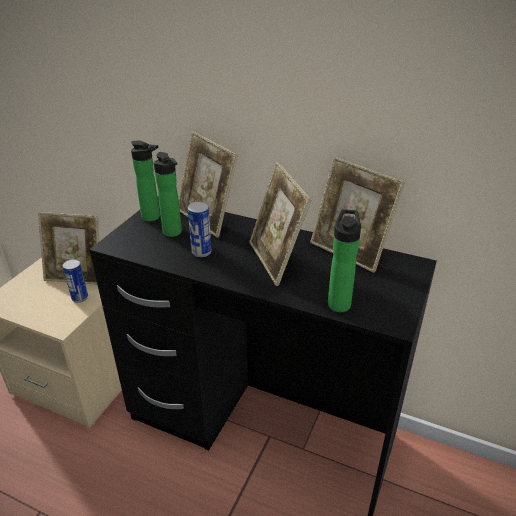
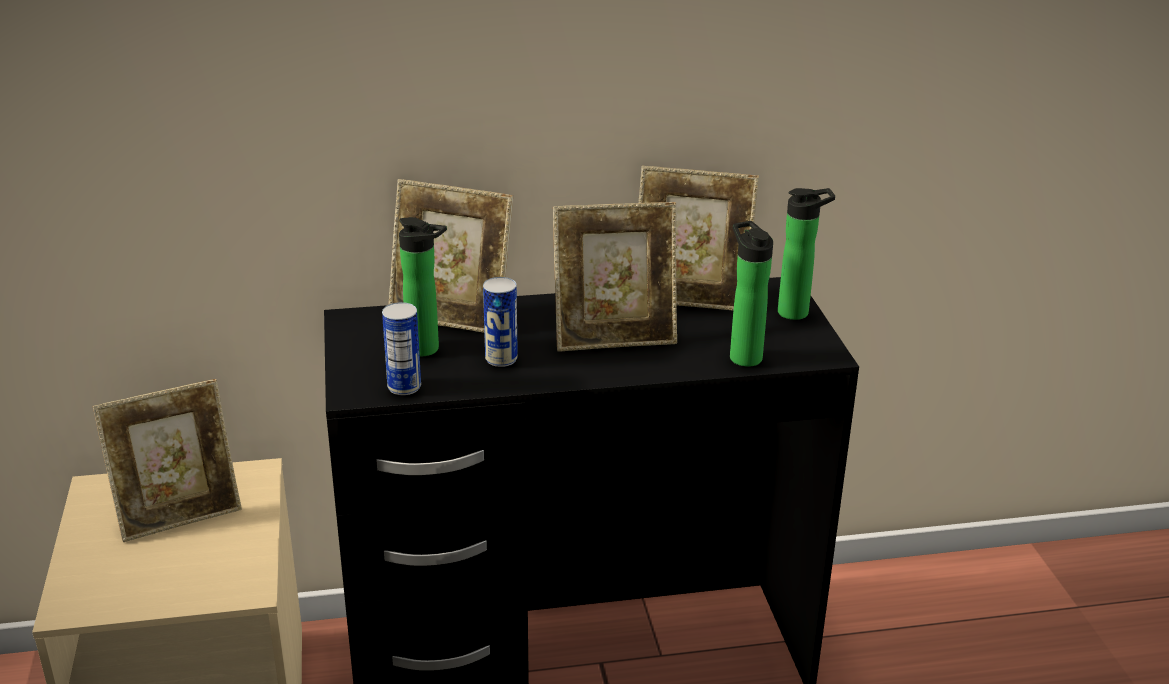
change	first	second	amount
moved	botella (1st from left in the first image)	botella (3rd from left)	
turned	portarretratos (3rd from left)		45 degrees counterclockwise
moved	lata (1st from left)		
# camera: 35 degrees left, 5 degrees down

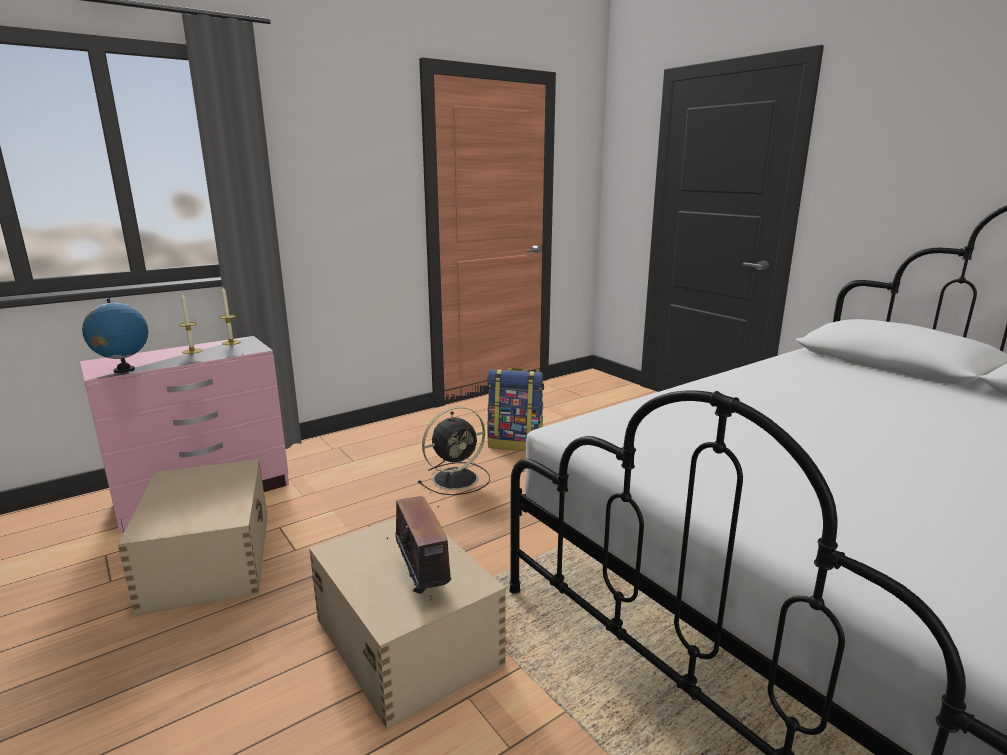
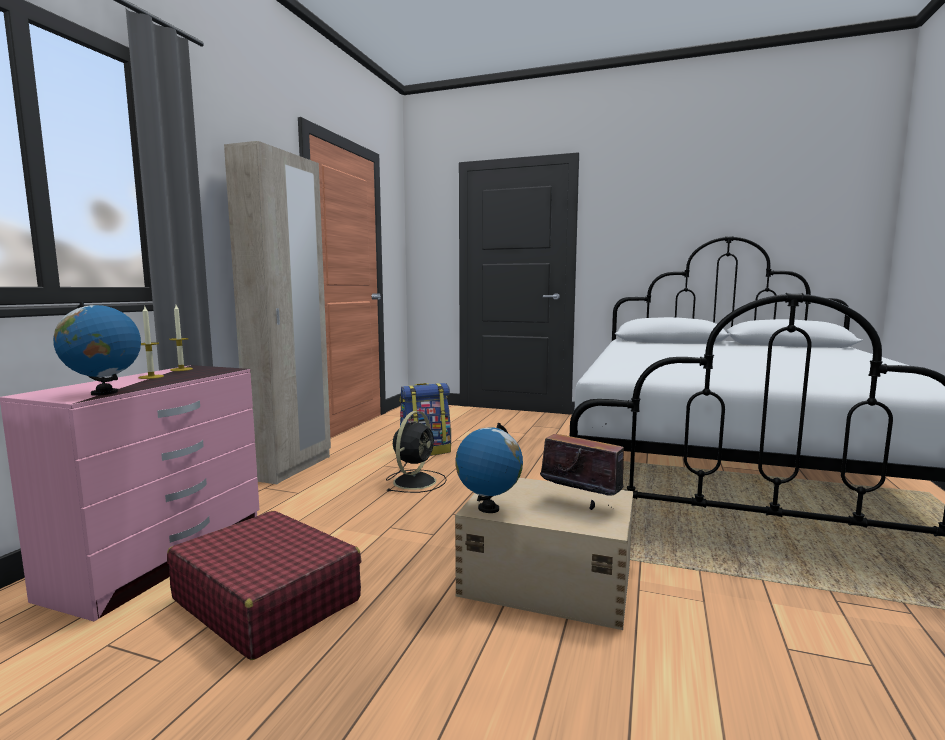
change	first	second	amount
replaced	caja de almacenaje/beis (1st from left)	maleta/rojo	
added		armario ropero/beis	
added		globo terráqueo (2nd from left)	
# camera: 35 degrees left, 10 degrees down

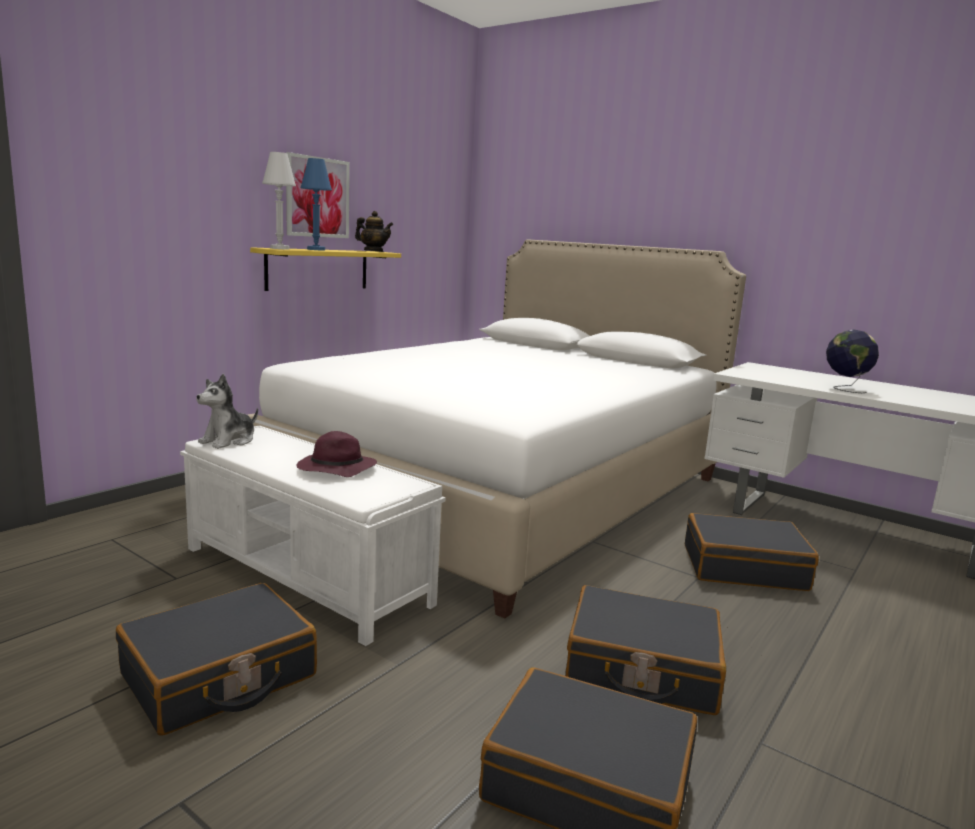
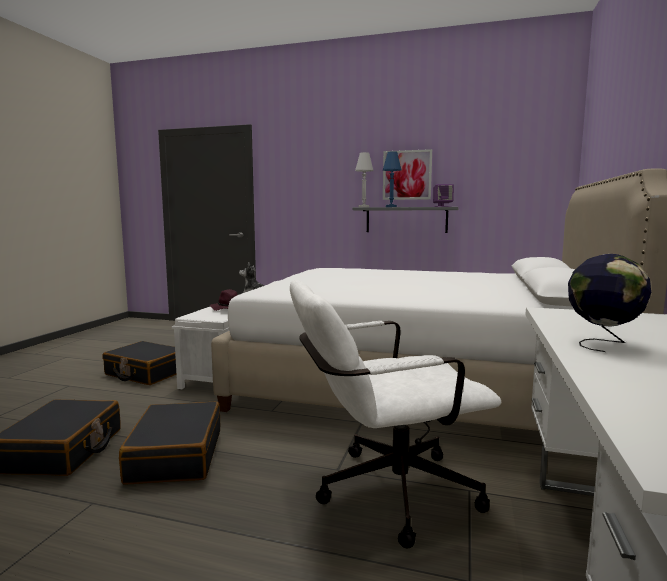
change	first	second	amount
replaced	tetera	altavoz/morado	
recoloured	estante/amarillo	estante/gris	
replaced	maleta/negro (4th from left)	silla de oficina/blanco	
# camera: 70 degrees right, 5 degrees down

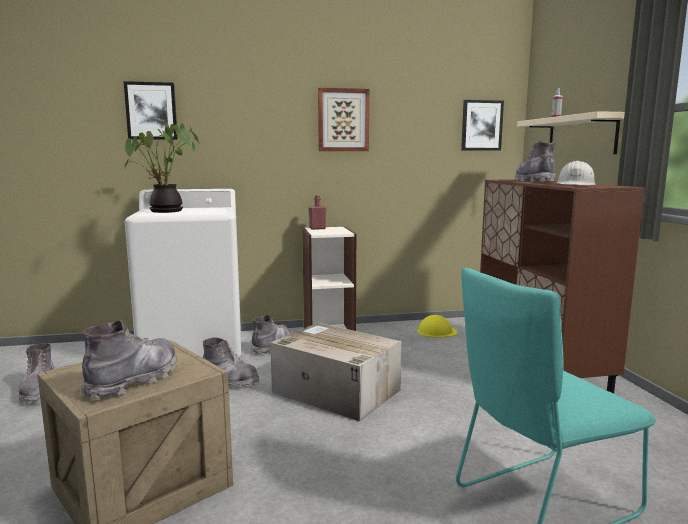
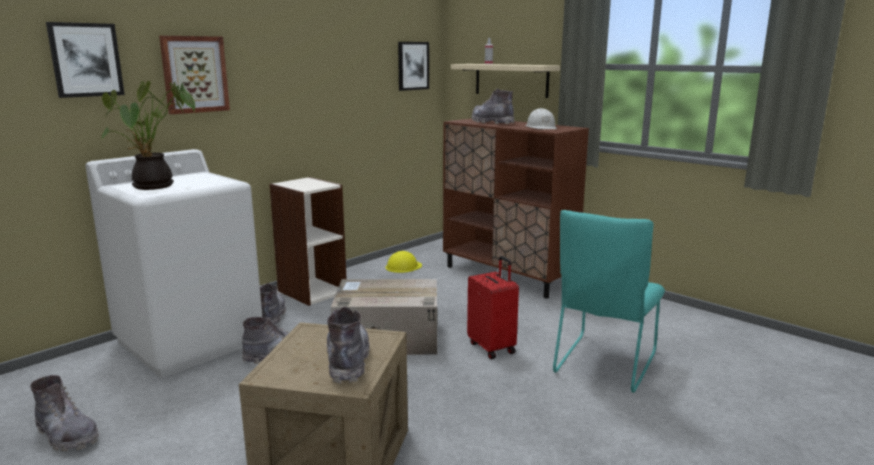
change	first	second	amount
moved	cuadro (2nd from left)		
removed	botella/rojo		
added		maleta/rojo	
# camera: 35 degrees left, 5 degrees up

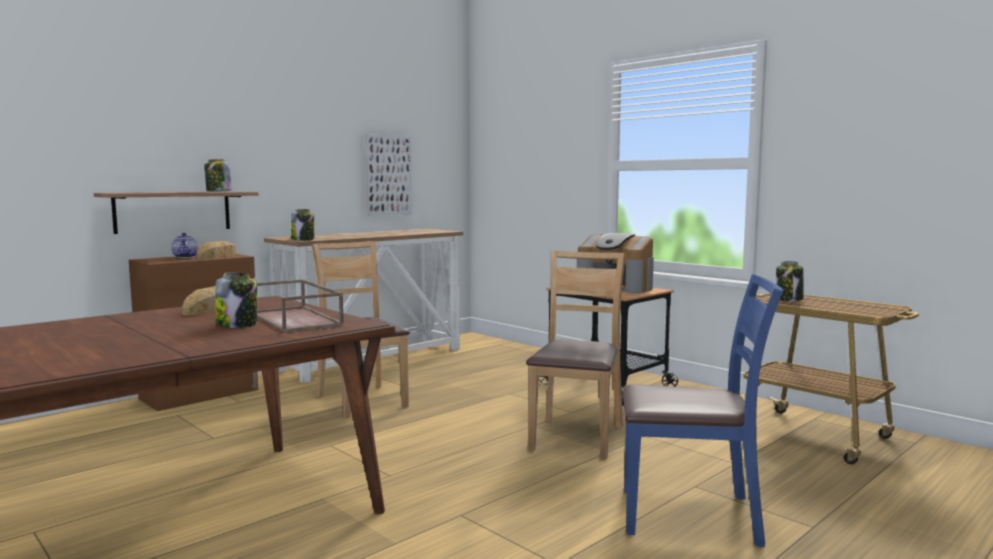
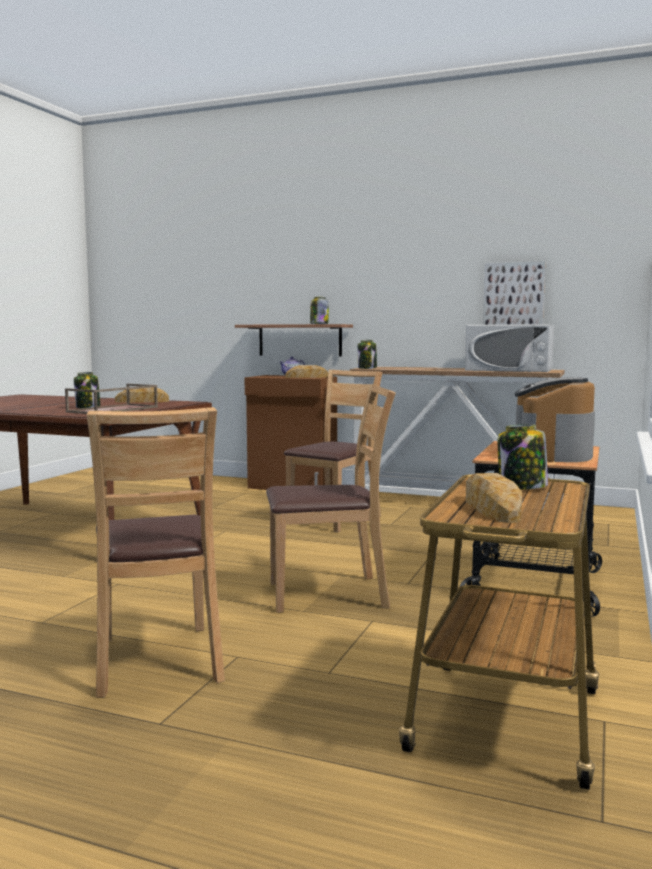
change	first	second	amount
recoloured	silla/azul	silla/marrón (1st from left)	
added		microondas/blanco	
added		pan (3rd from left)	
# camera: 65 degrees right, 0 degrees up

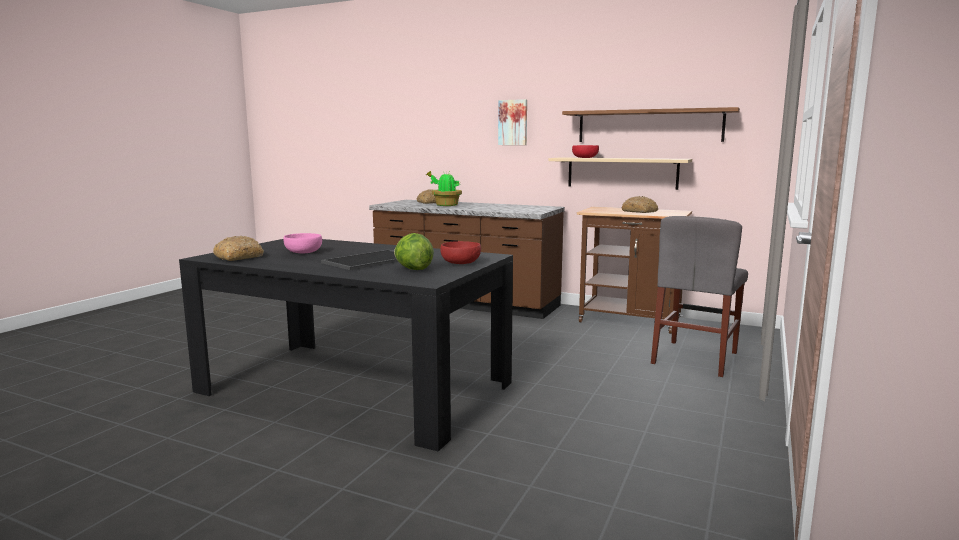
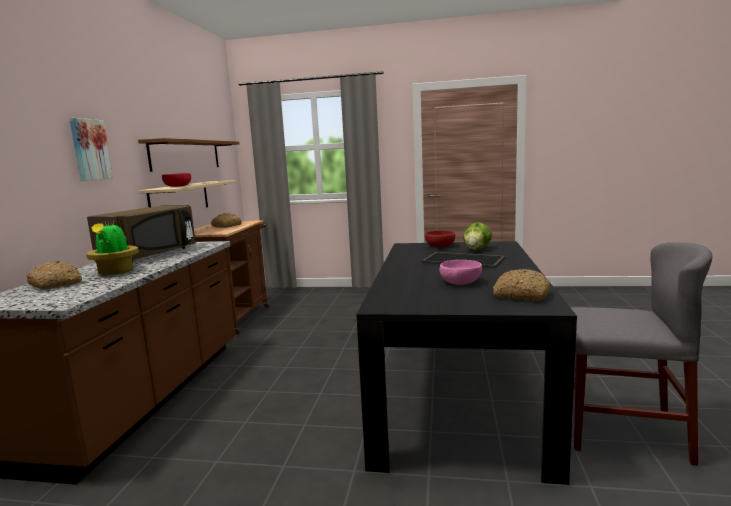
change	first	second	amount
moved	silla/gris		
added		microondas/marrón	
# camera: 105 degrees left, 0 degrees up

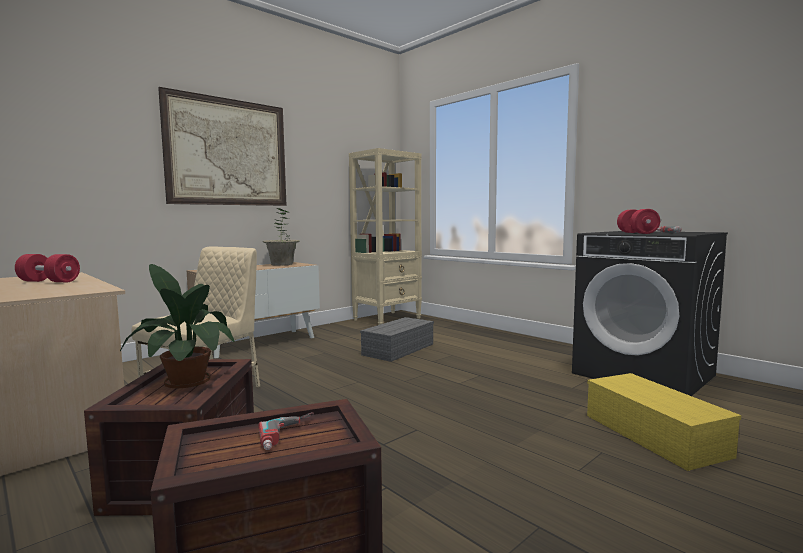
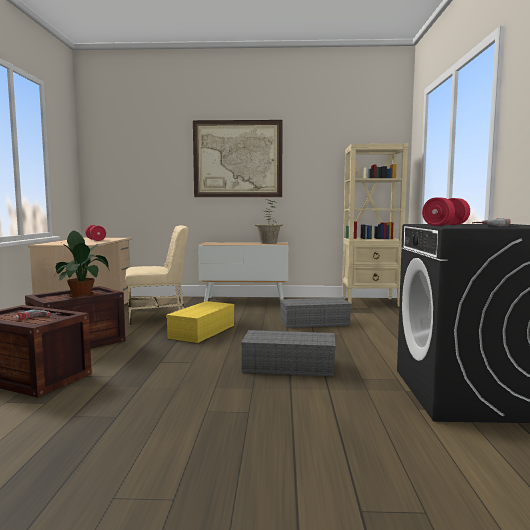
change	first	second	amount
moved	caja de almacenaje/amarillo		
added		caja de almacenaje/gris (1st from left)	
# camera: 45 degrees right, 0 degrees up

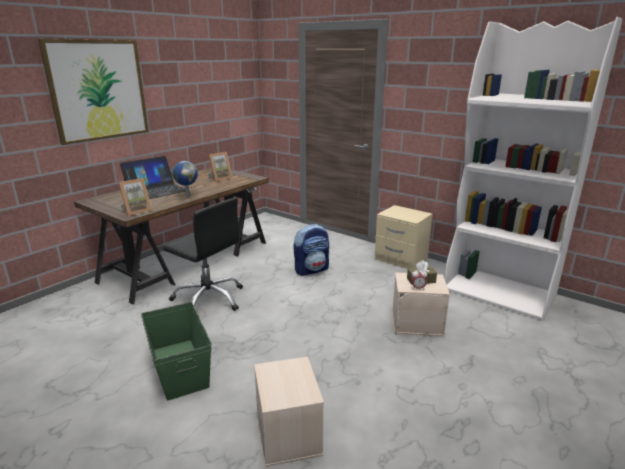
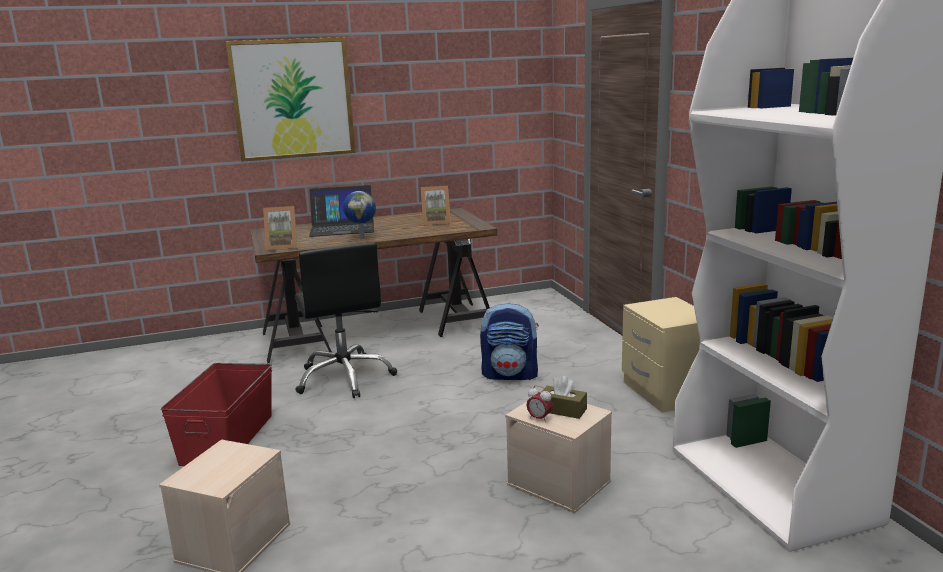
change	first	second	amount
recoloured	caja de almacenaje/verde	caja de almacenaje/rojo	
# camera: 35 degrees right, 5 degrees down

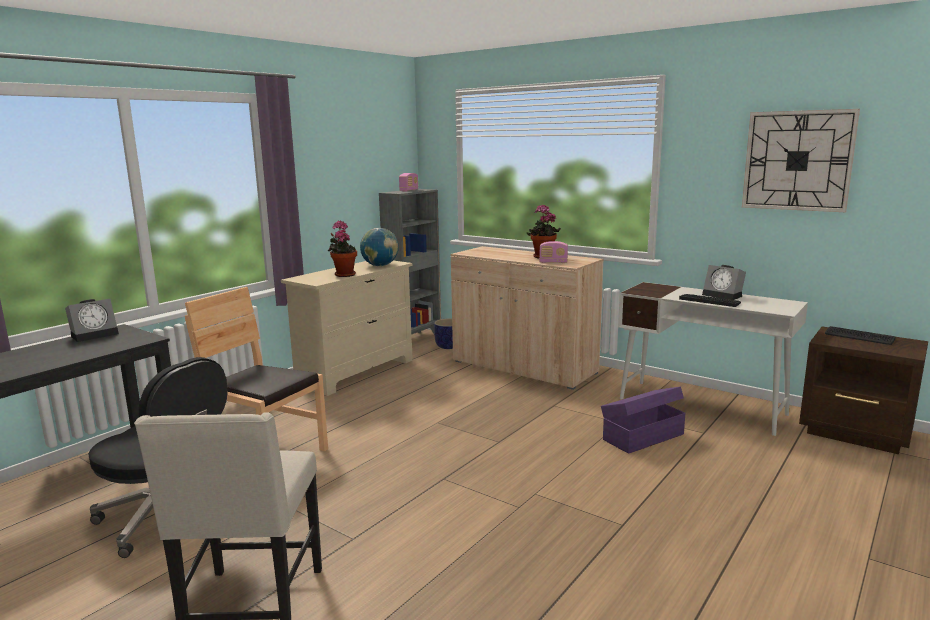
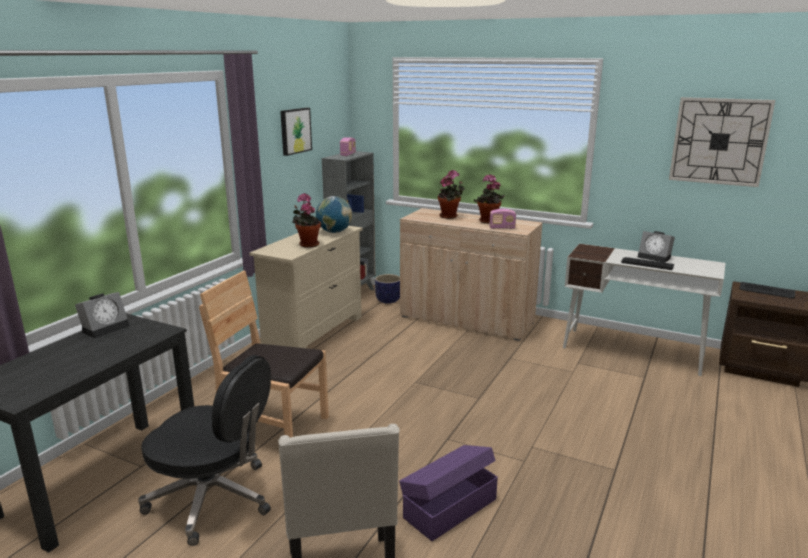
change	first	second	amount
moved	caja de almacenaje/morado		
added		cuadro	
added		planta en maceta (2nd from left)	
# camera: 10 degrees left, 5 degrees up

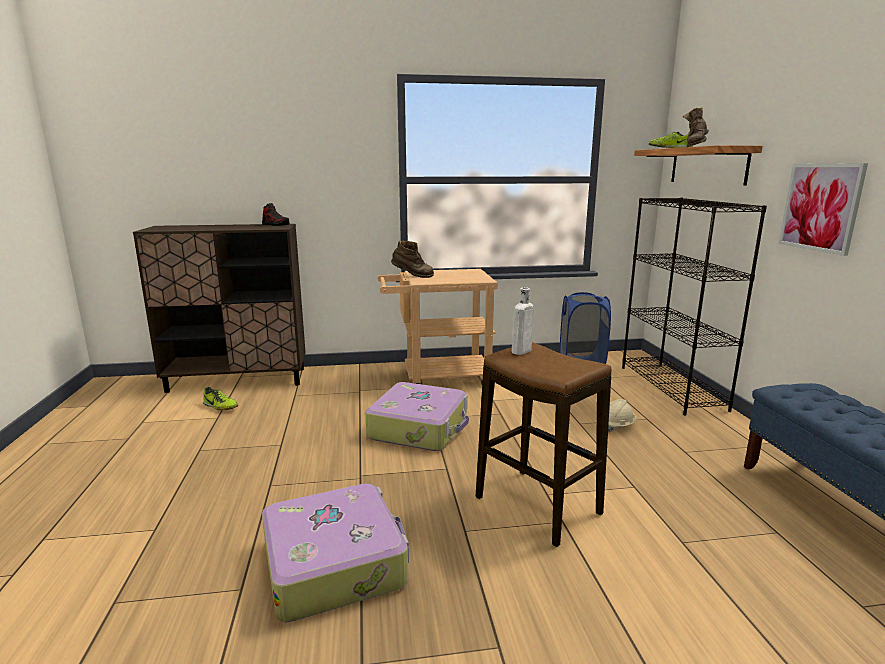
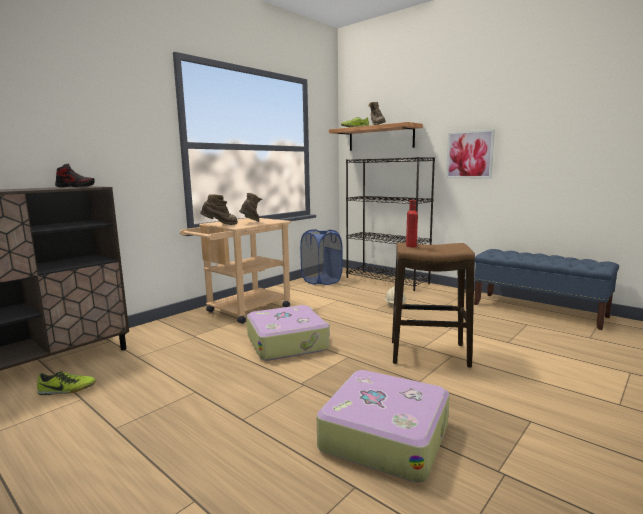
change	first	second	amount
recoloured	botella/blanco	botella/rojo	
added		bota/marrón (2nd from left)	
# camera: 40 degrees left, 5 degrees down

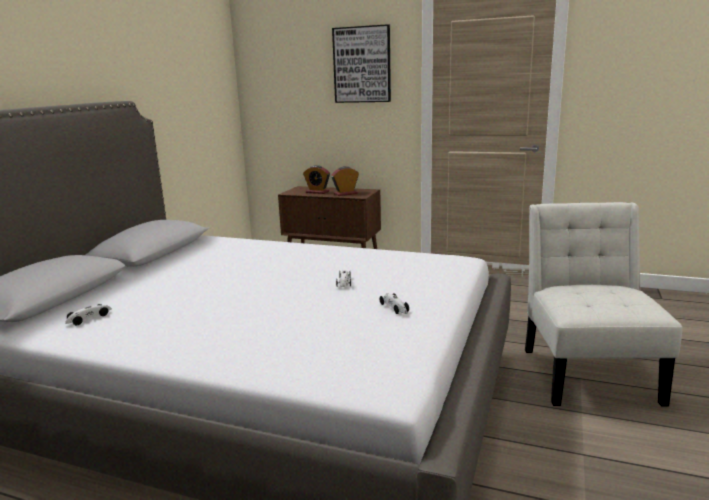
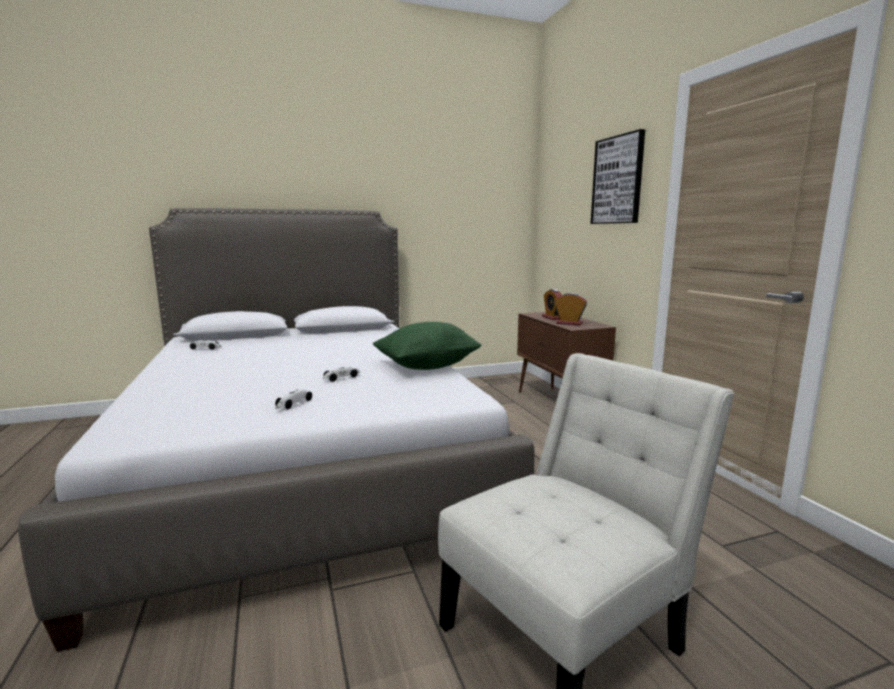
change	first	second	amount
added		cojín/verde	
# camera: 50 degrees right, 5 degrees down

